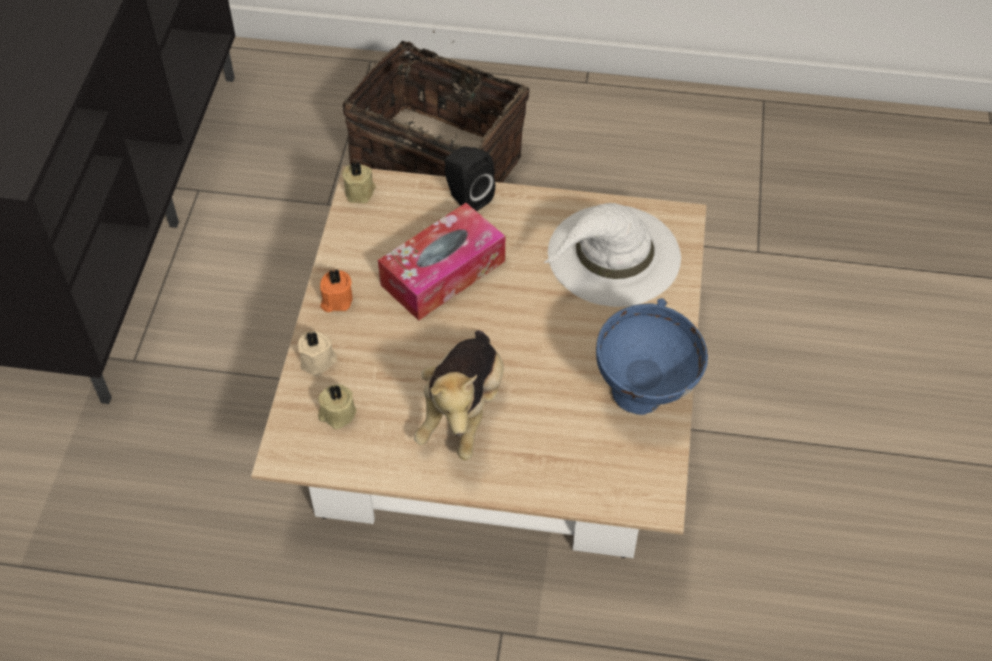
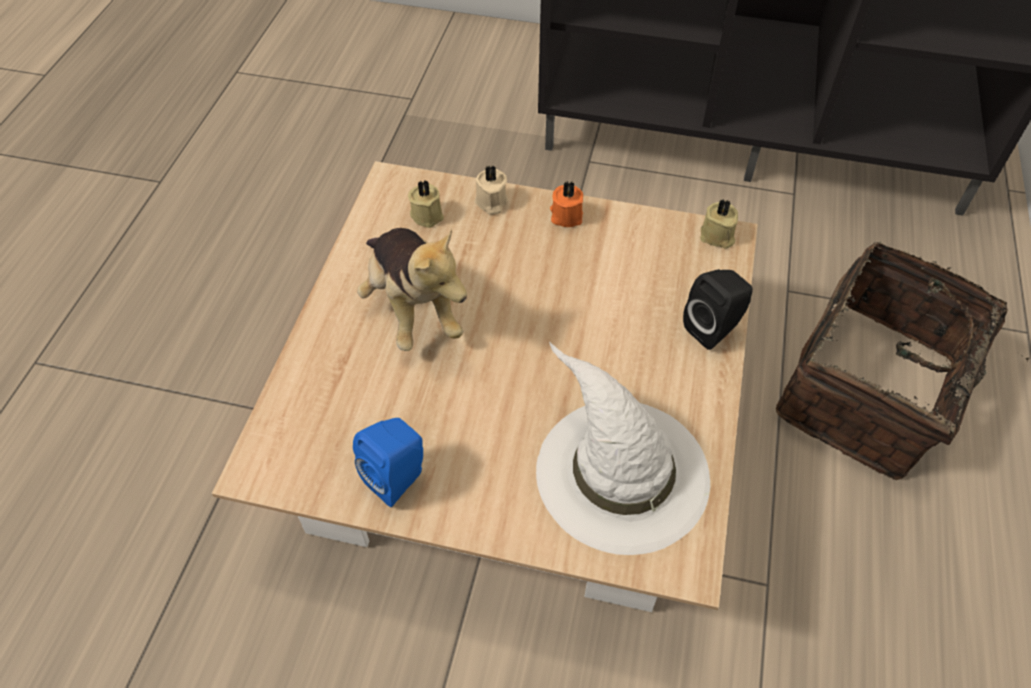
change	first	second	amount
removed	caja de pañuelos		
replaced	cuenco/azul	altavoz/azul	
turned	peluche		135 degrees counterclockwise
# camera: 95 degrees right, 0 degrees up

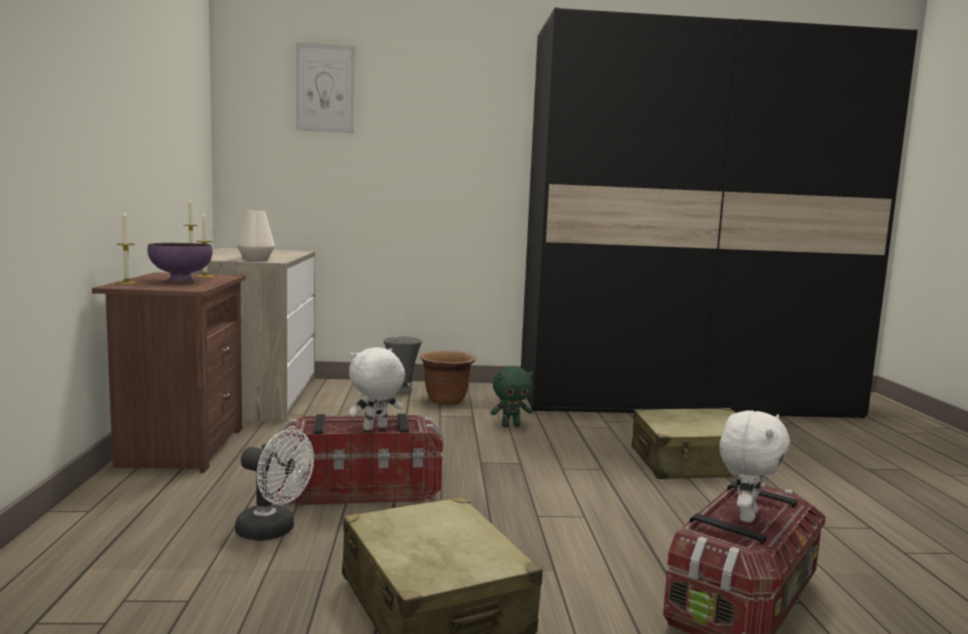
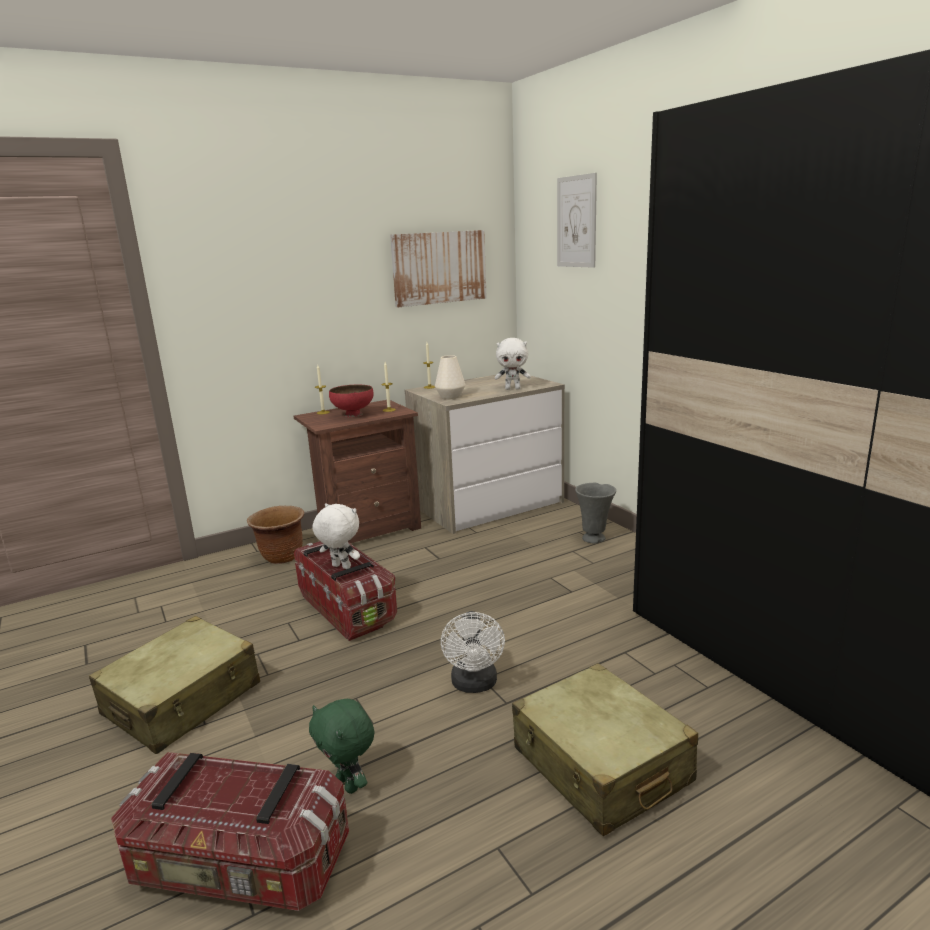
change	first	second	amount
recoloured	cuenco/morado	cuenco/rojo	
moved	maceta/marrón		
moved	peluche/verde		
moved	peluche/blanco (2nd from left)		
moved	ventilador/blanco		
added		cuadro (1st from left)	
# camera: 65 degrees right, 10 degrees up

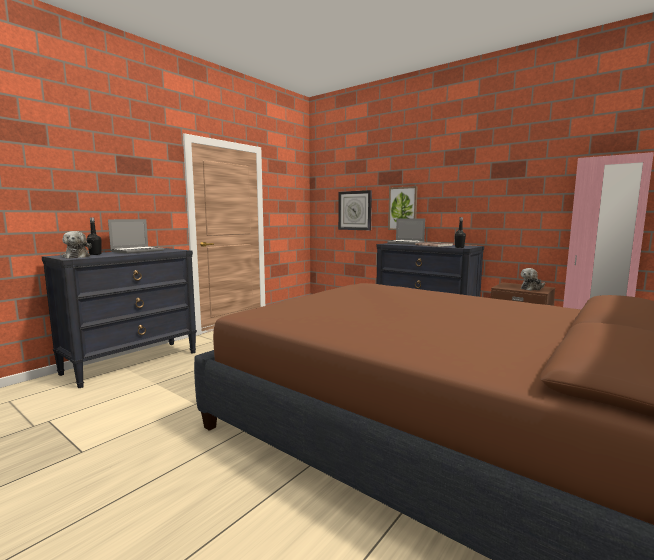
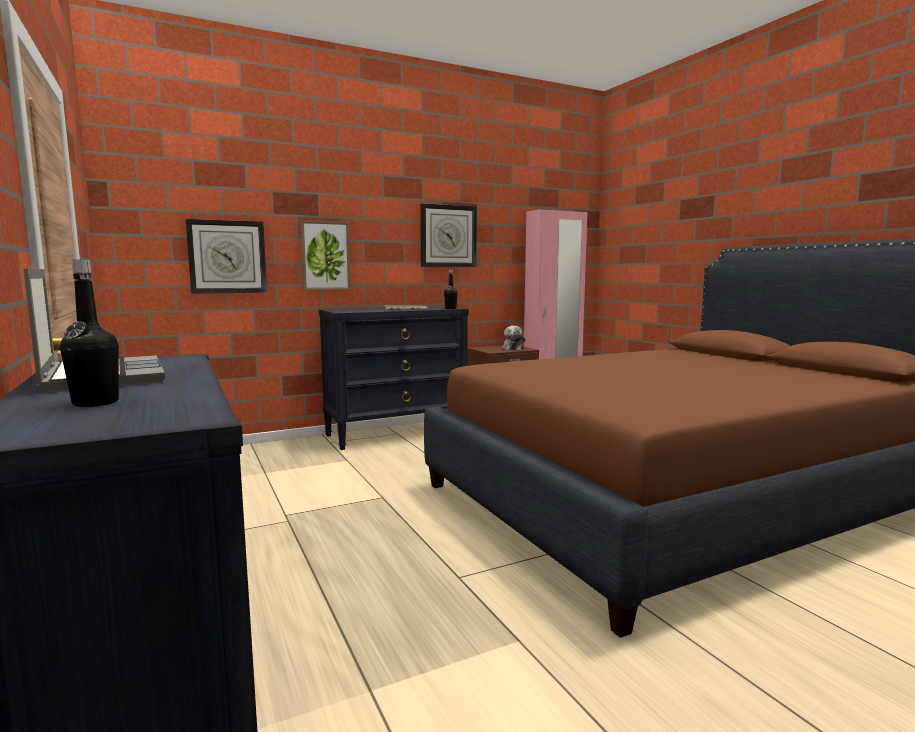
change	first	second	amount
removed	portátil (2nd from left)		
removed	peluche (1st from left)		
added		reloj de pared (2nd from left)	
# camera: 65 degrees left, 0 degrees up

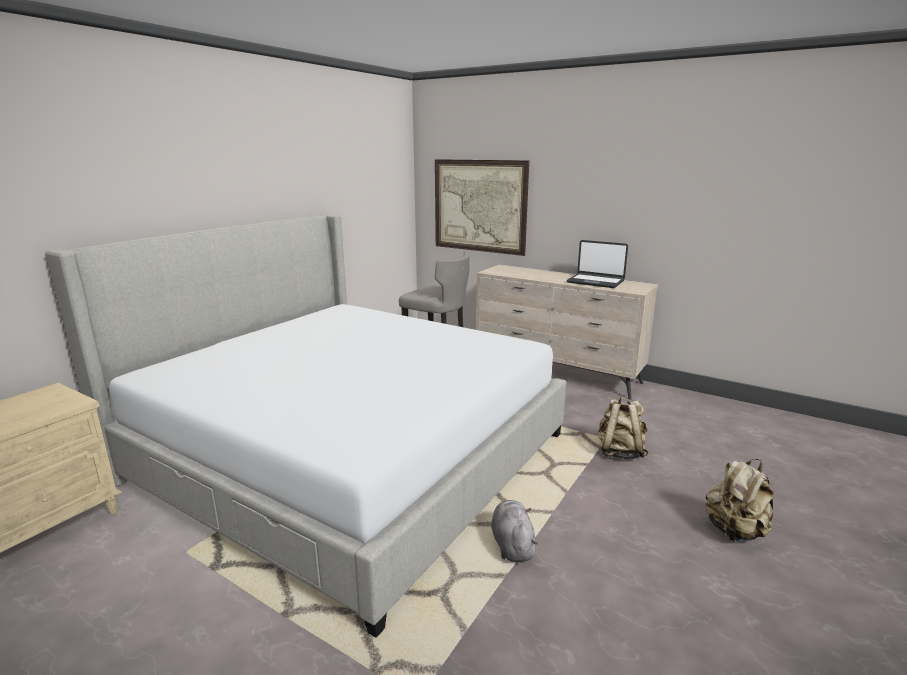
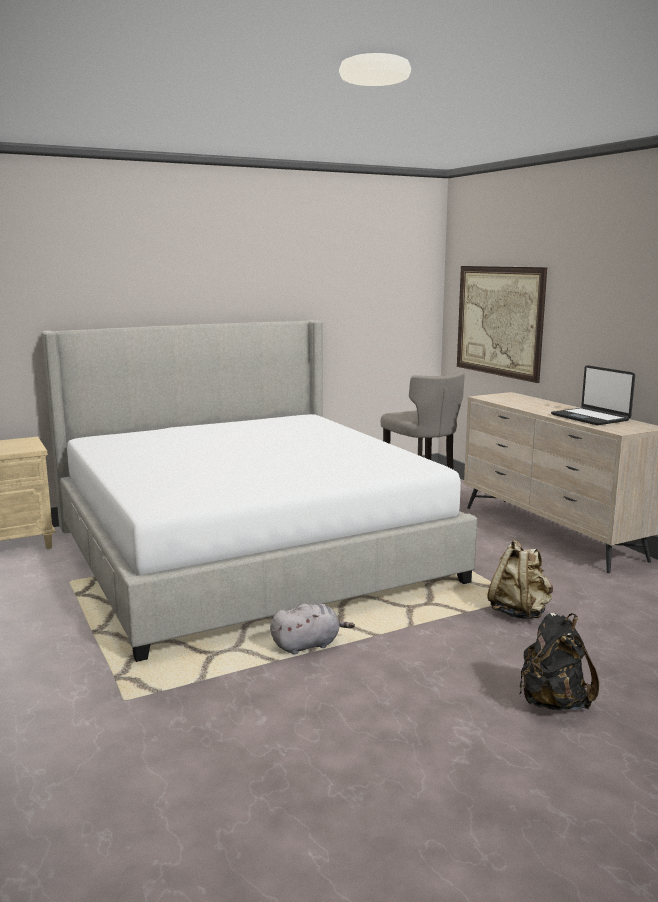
change	first	second	amount
recoloured	mochila/beis (2nd from left)	mochila/negro	
turned	peluche/gris		45 degrees clockwise
# camera: 30 degrees right, 5 degrees down

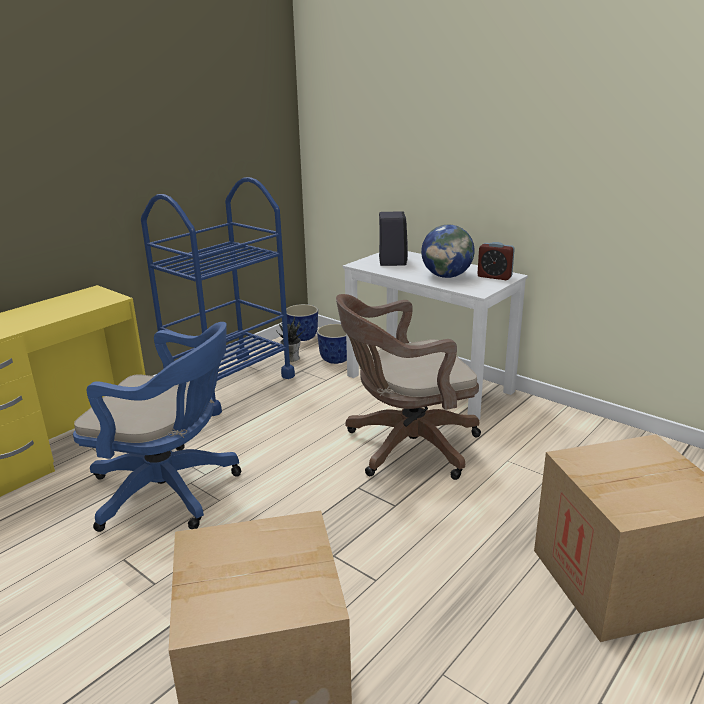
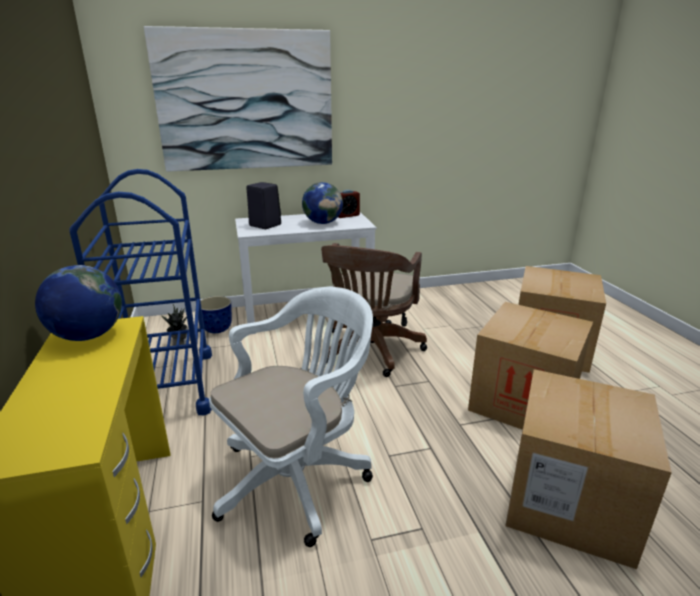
change	first	second	amount
removed	maceta (1st from left)		
recoloured	silla de oficina/azul	silla de oficina/blanco	
added		cuadro	
added		globo terráqueo (1st from left)	
added		caja de cartón (1st from left)	
# camera: 55 degrees left, 0 degrees up

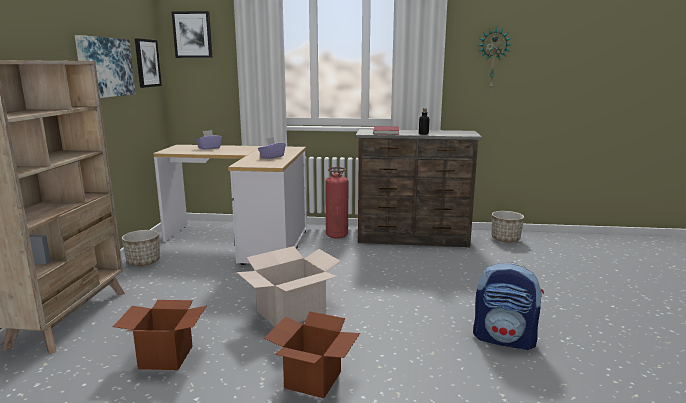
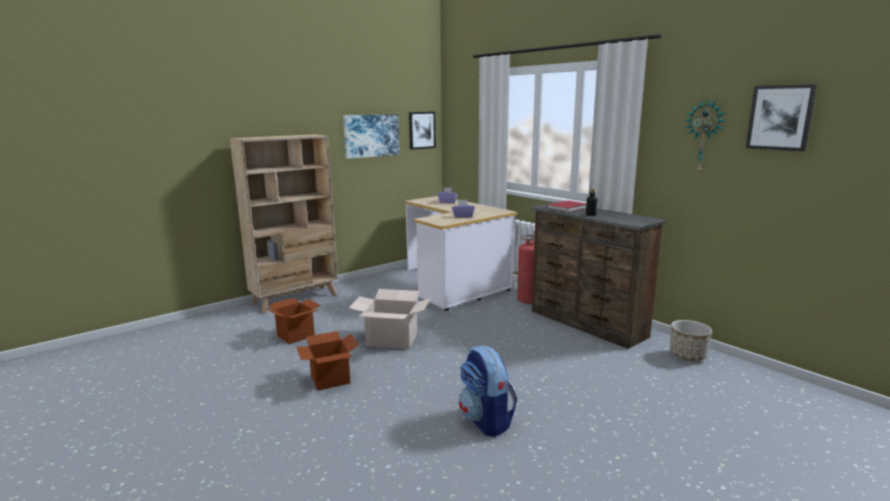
change	first	second	amount
moved	cuadro (3rd from left)		
removed	maceta (1st from left)		
# camera: 45 degrees right, 0 degrees up

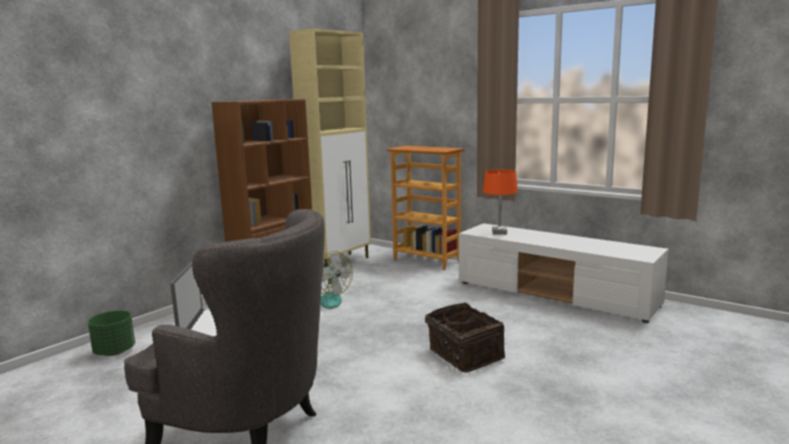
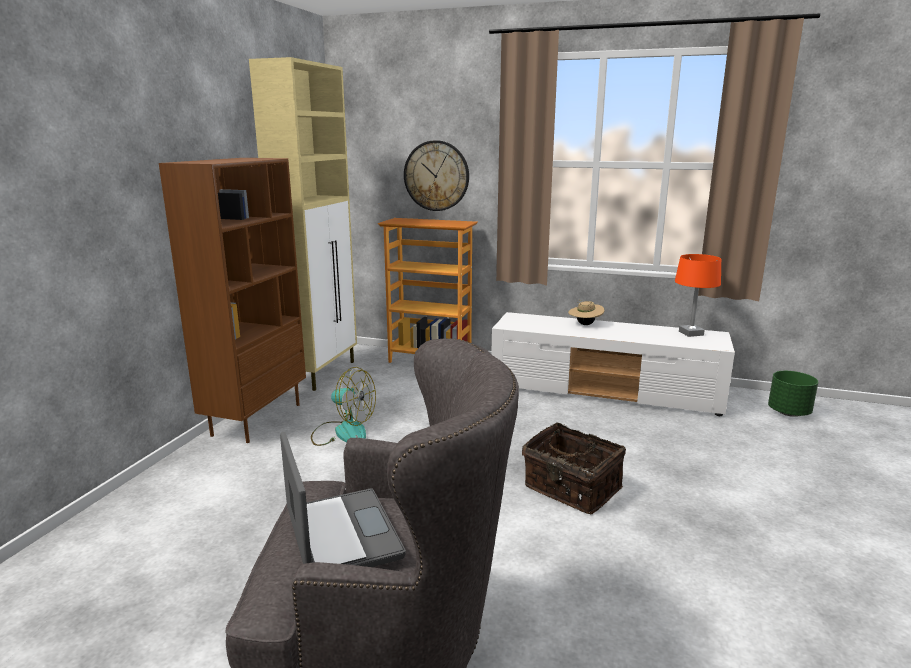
change	first	second	amount
moved	lámpara de mesa/naranja		
moved	maceta/verde		
added		reloj de pared	
added		sombrero/beis	
# camera: 20 degrees left, 5 degrees up

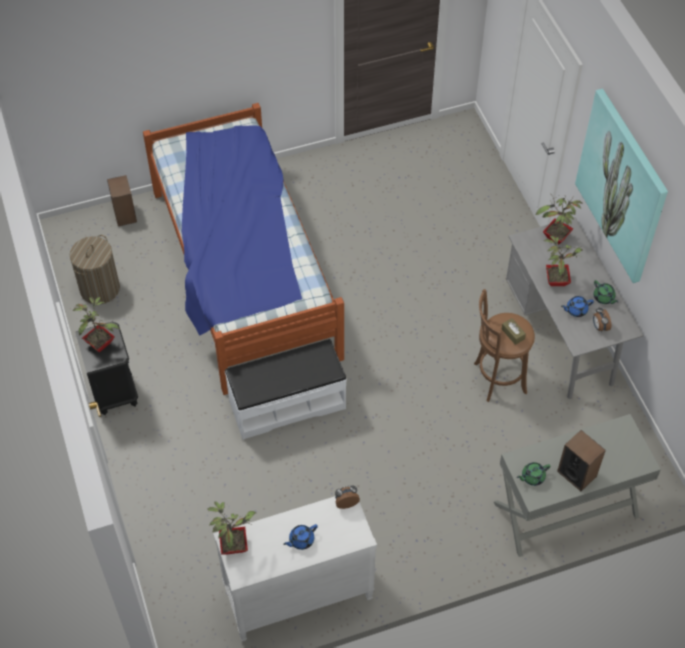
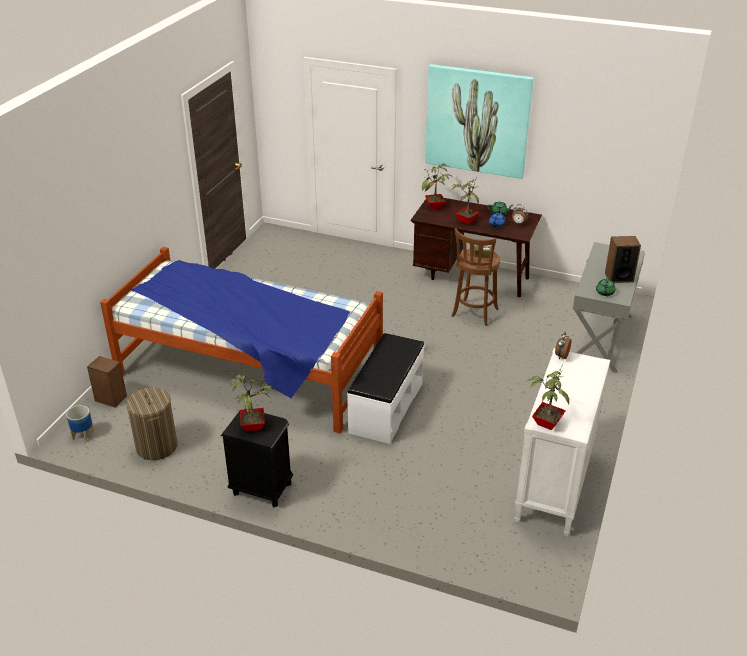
change	first	second	amount
recoloured	escritorio/gris	escritorio/marrón	
removed	tetera/azul (1st from left)		
added		maceta	
# camera: 50 degrees left, 20 degrees down

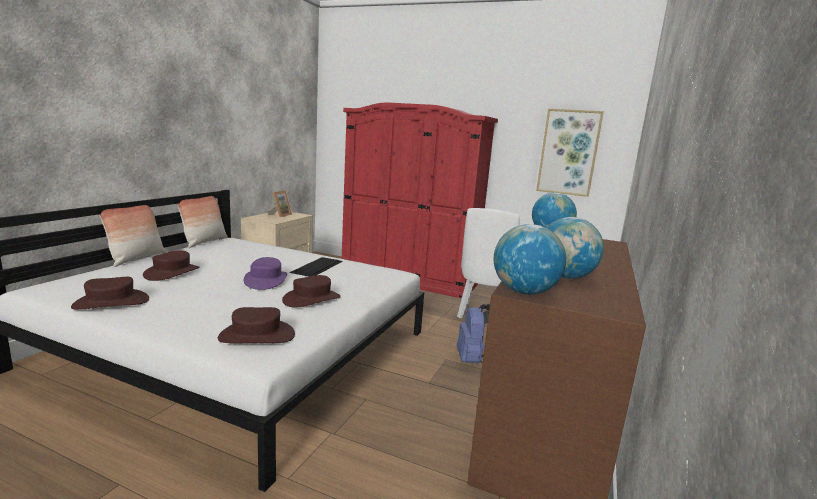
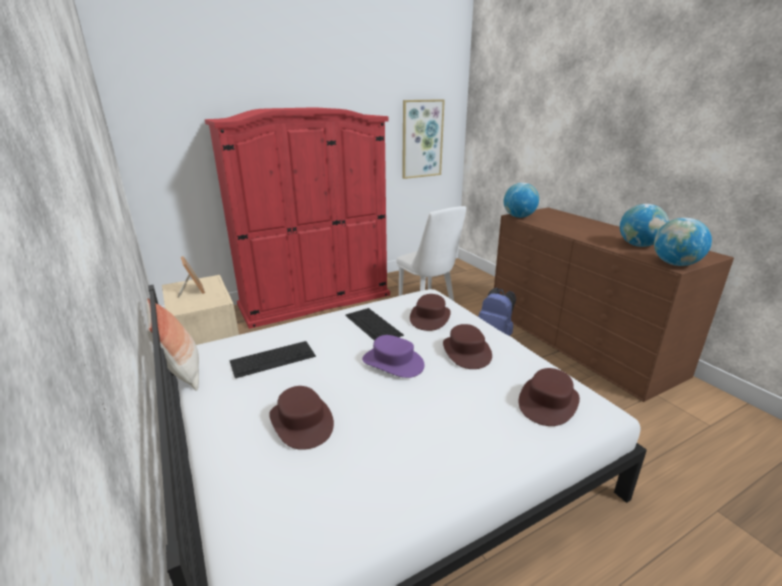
change	first	second	amount
removed	cojín (1st from left)		
moved	sombrero/marrón (1st from left in the first image)	sombrero/marrón (2nd from left)	
added		teclado (1st from left)	
# camera: 50 degrees left, 10 degrees up

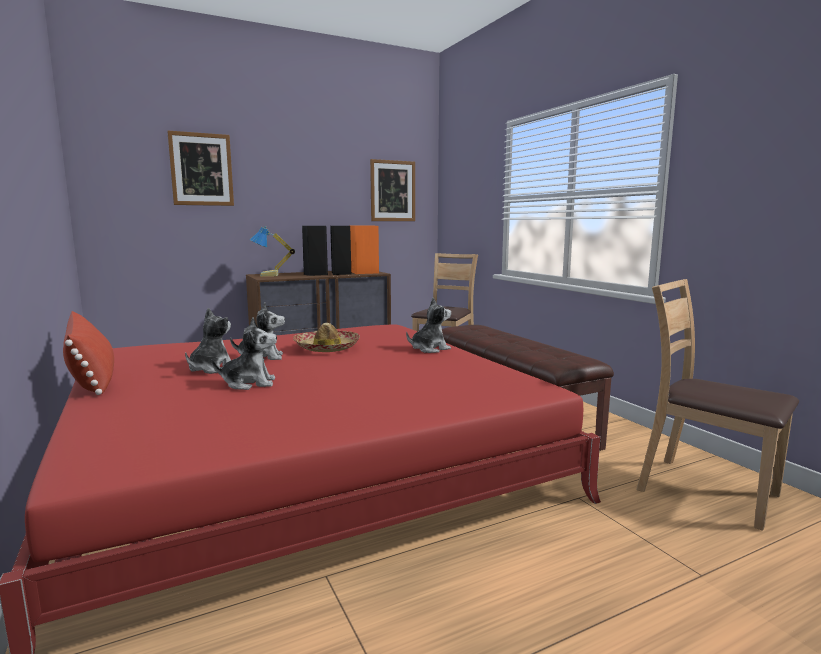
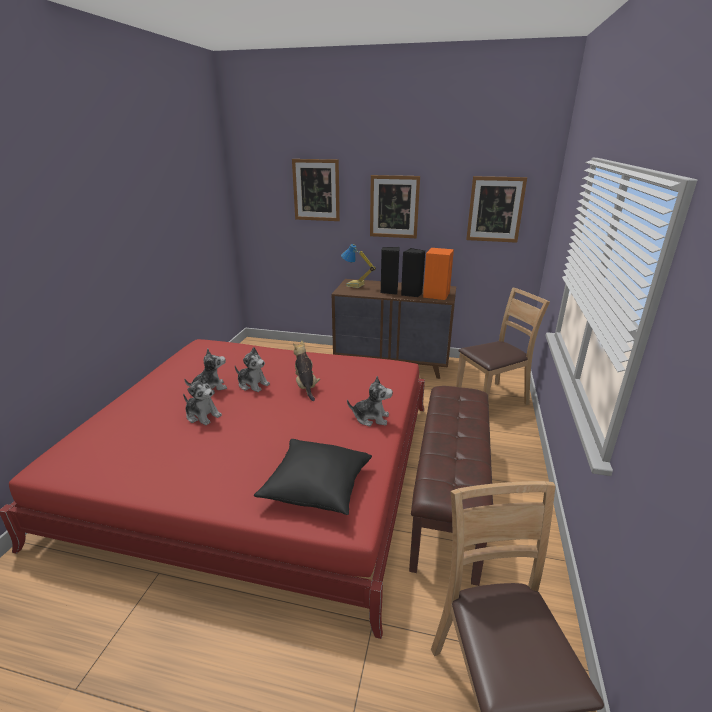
change	first	second	amount
removed	cojín/rojo		
replaced	sombrero	peluche (4th from left)	
added		cuadro (2nd from left)	
added		cojín/negro	
# camera: 40 degrees right, 15 degrees up

